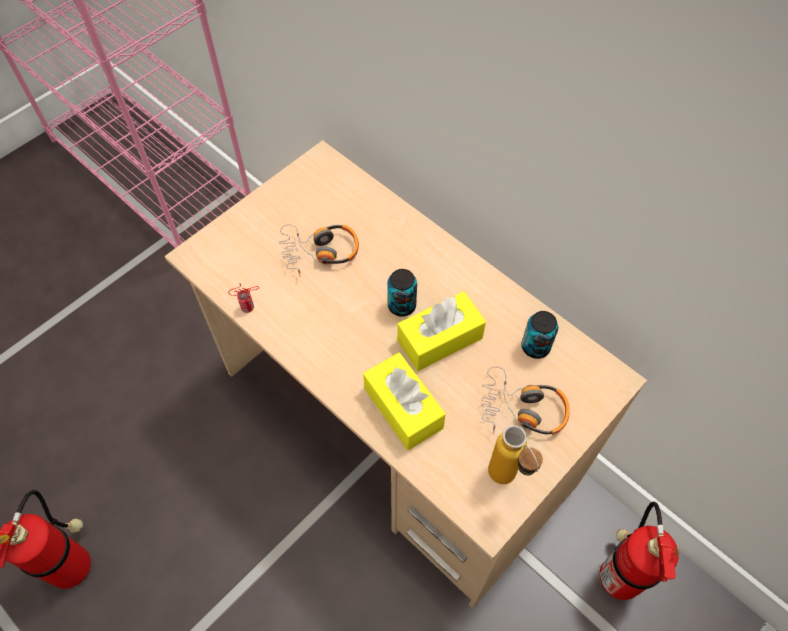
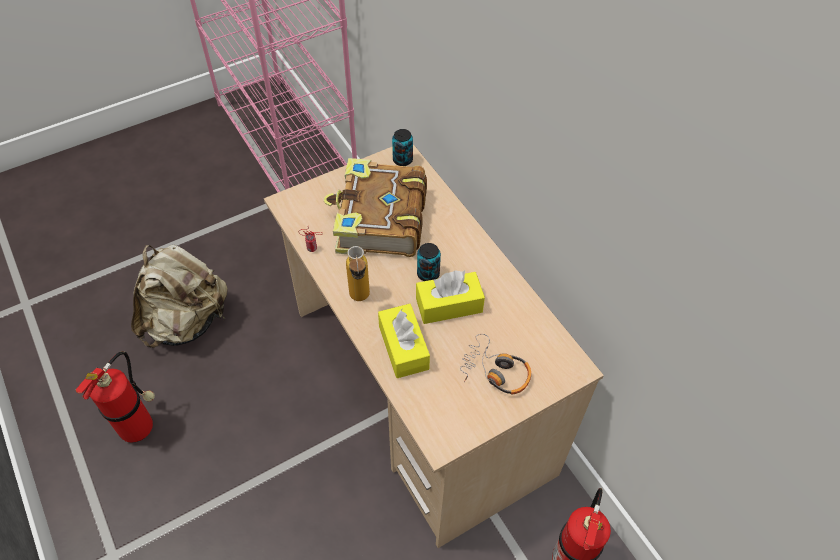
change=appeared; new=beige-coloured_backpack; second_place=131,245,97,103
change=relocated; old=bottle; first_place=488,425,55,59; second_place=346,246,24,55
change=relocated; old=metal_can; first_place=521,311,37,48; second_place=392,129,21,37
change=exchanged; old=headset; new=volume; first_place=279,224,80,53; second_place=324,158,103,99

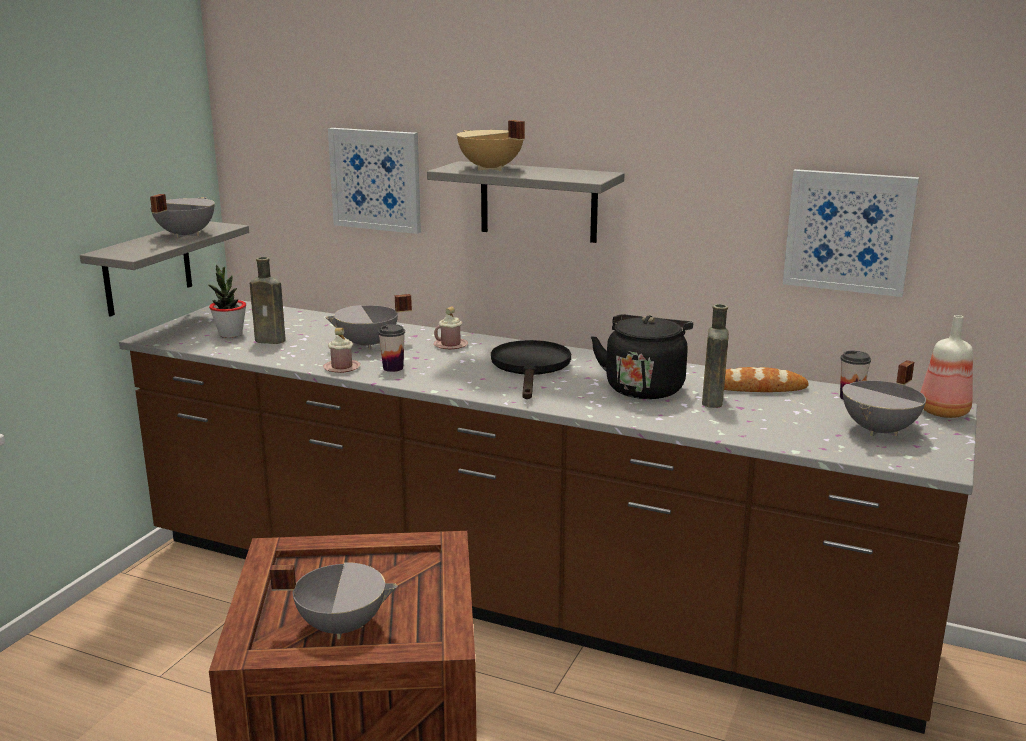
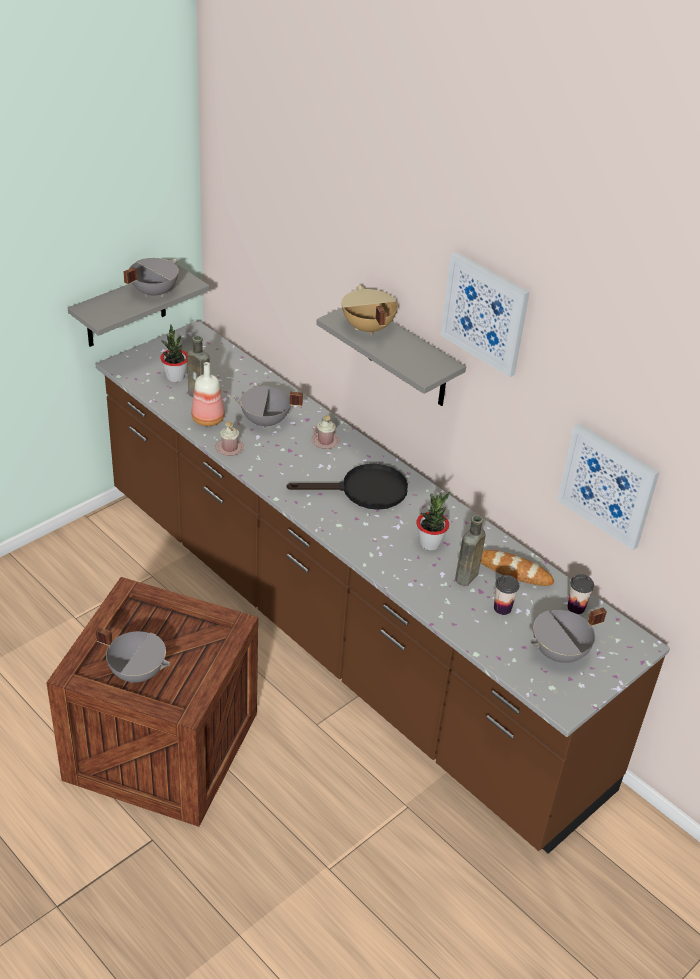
change=relocated; old=wall_picture; first_place=328,128,93,106; second_place=440,252,90,125
change=relocated; old=small_cup; first_place=378,324,27,48; second_place=494,575,25,40
change=relocated; old=bottle; first_place=921,315,52,103; second_place=191,362,34,64
change=exchanged; old=blackish_tea_kettle; new=plant_in_a_pot; first_place=591,314,102,85; second_place=416,491,34,59
change=spun; old=blackish_frying_pan; first_place=491,340,80,59; second_place=286,463,122,47; degrees=60

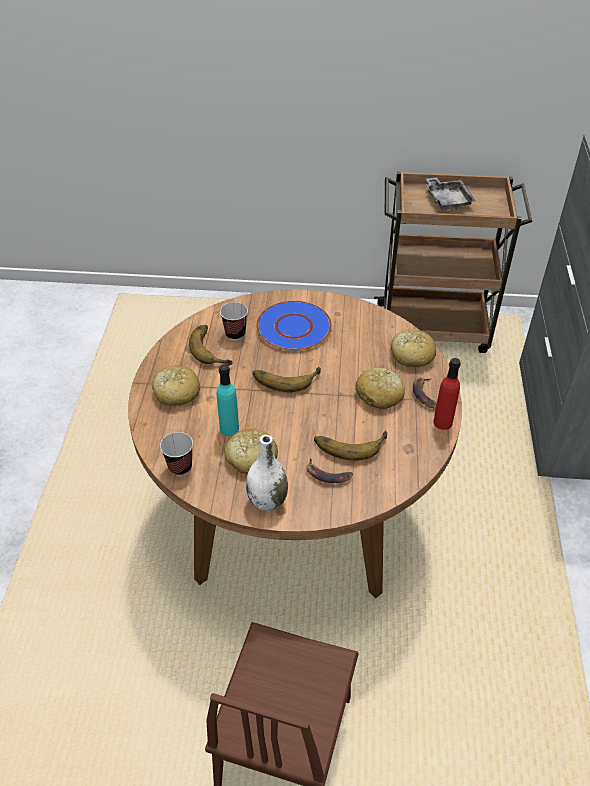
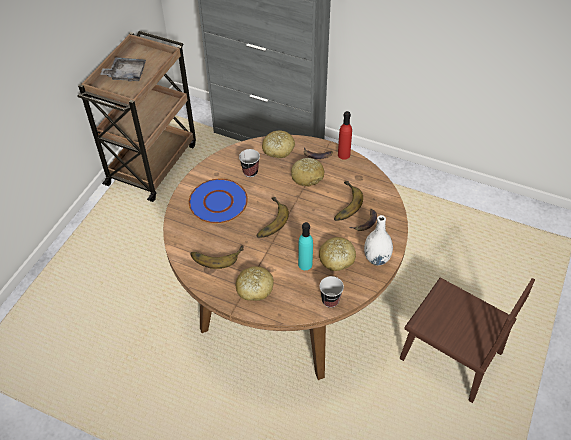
change=relocated; old=small_cup; first_place=220,302,28,38; second_place=239,149,21,28

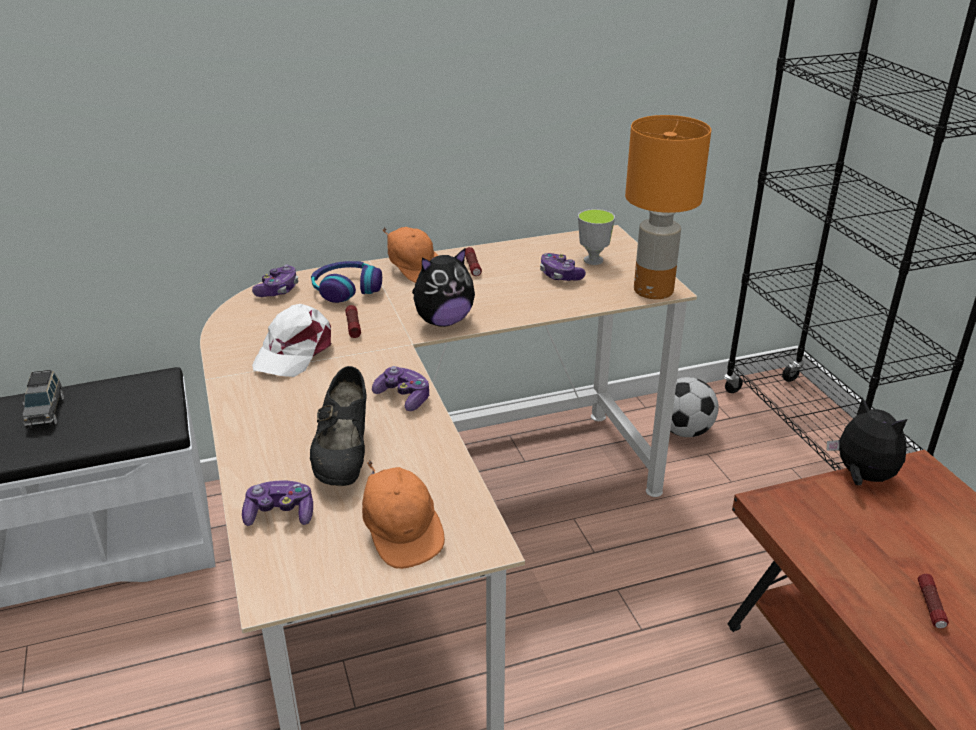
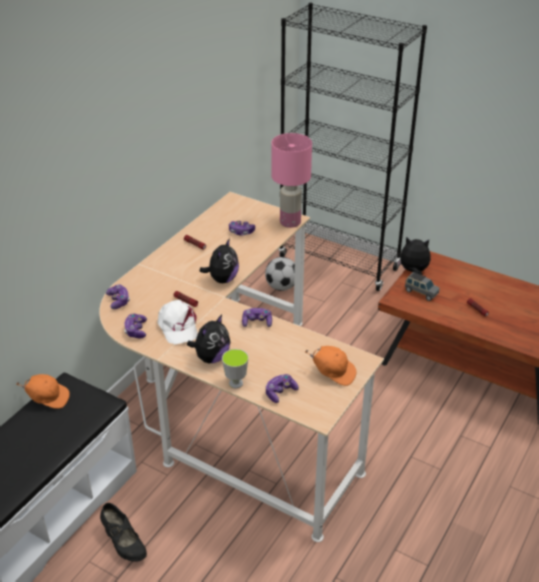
change=missing; old=headset; first_place=311,261,71,42
change=appeared; new=game_controller; second_place=124,314,23,25
change=appeared; new=soft_toy; second_place=187,315,43,48
change=relocated; old=gray_model_car; first_place=22,370,42,59; second_place=405,272,34,29
change=relocated; old=blackish_shoe; first_place=310,366,56,120; second_place=100,503,47,59
change=relocated; old=orange-coloured_peaked_cap; first_place=382,227,56,56; second_place=16,374,54,35
change=relocated; old=small_cup; first_place=578,209,37,56; second_place=222,349,27,39
change=colour; old=orange-coloured_tabletop_lamp; new=pinkish_tabletop_lamp; first_place=625,115,86,184; second_place=271,133,41,95

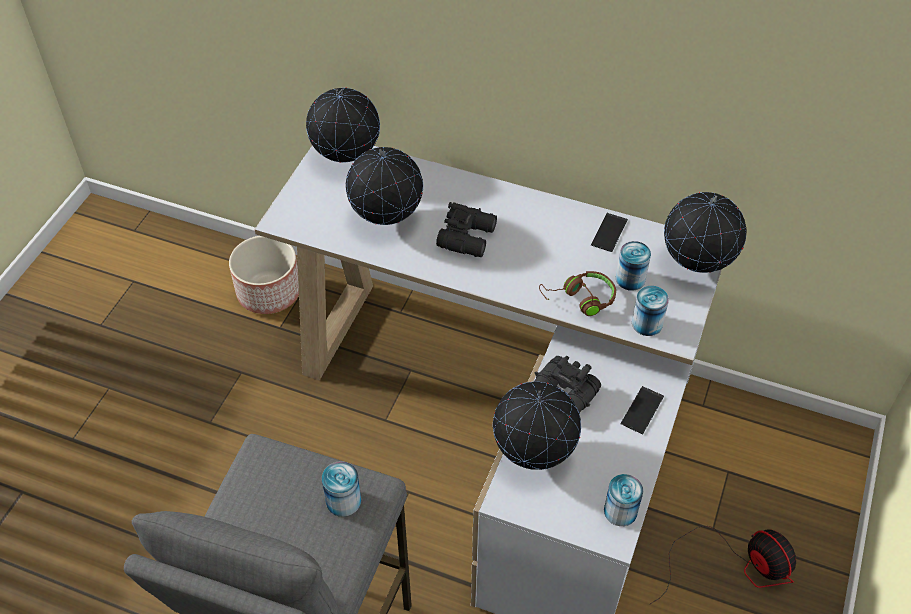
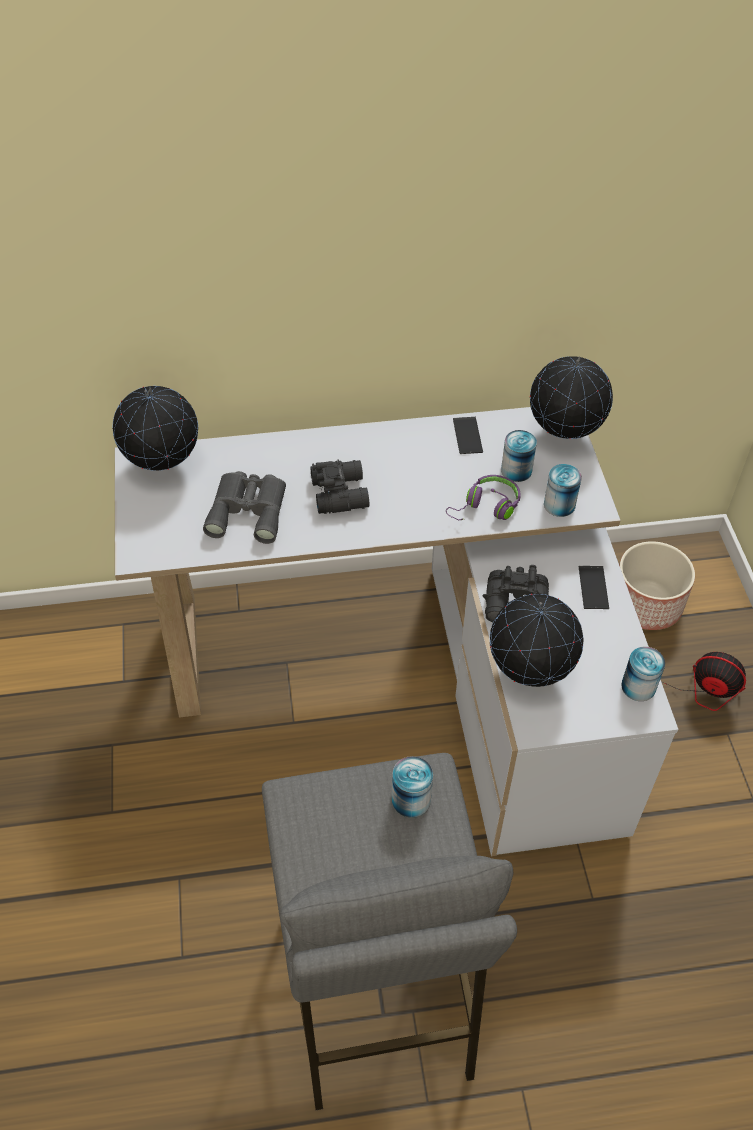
change=relocated; old=planter; first_place=229,236,70,78; second_place=619,541,76,89
change=exchanged; old=world_globe; new=gray_pair_of_binoculars; first_place=346,147,77,78; second_place=203,471,83,73
change=colour; old=brown_headset; new=purple_headset; first_place=539,271,77,45; second_place=446,475,75,45

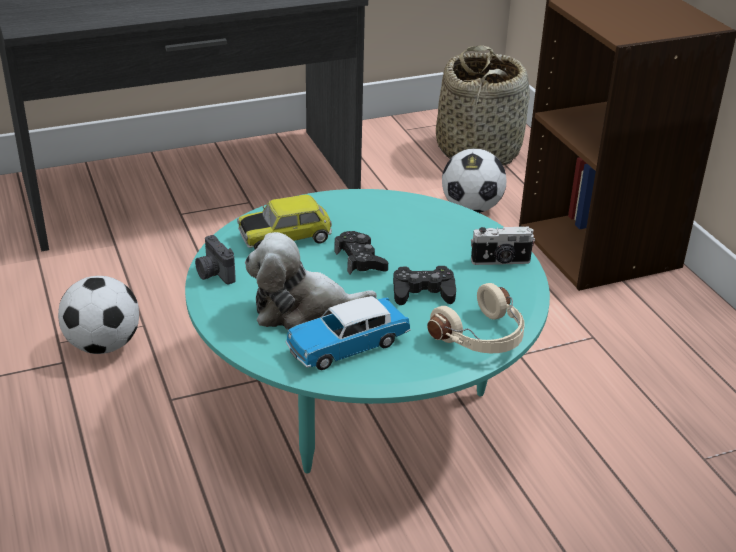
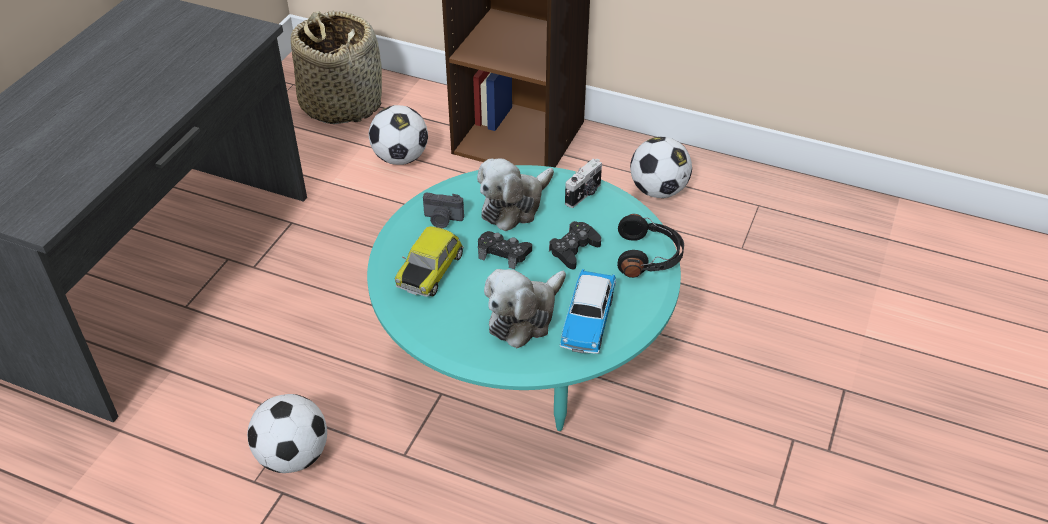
change=appeared; new=soft_toy; second_place=477,158,77,73
change=appeared; new=ball_for_football; second_place=630,137,62,61
change=relocated; old=photo_camera; first_place=195,235,41,49; second_place=423,192,41,36
change=colour; old=beige-coloured_headset; new=blackish_headset; first_place=427,283,98,70; second_place=617,214,67,64

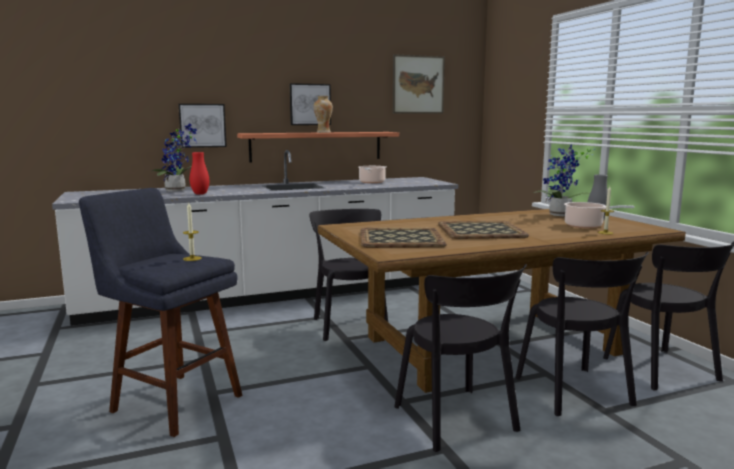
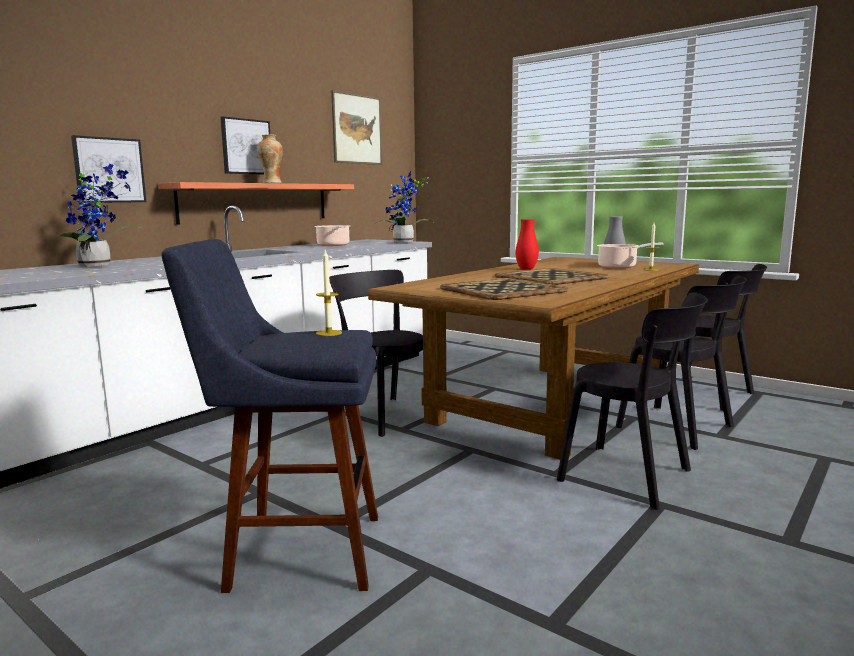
change=relocated; old=reddish_decorative_vase; first_place=190,152,19,43; second_place=515,219,24,51
change=relocated; old=plant_in_a_pot; first_place=533,144,62,72; second_place=375,171,61,71

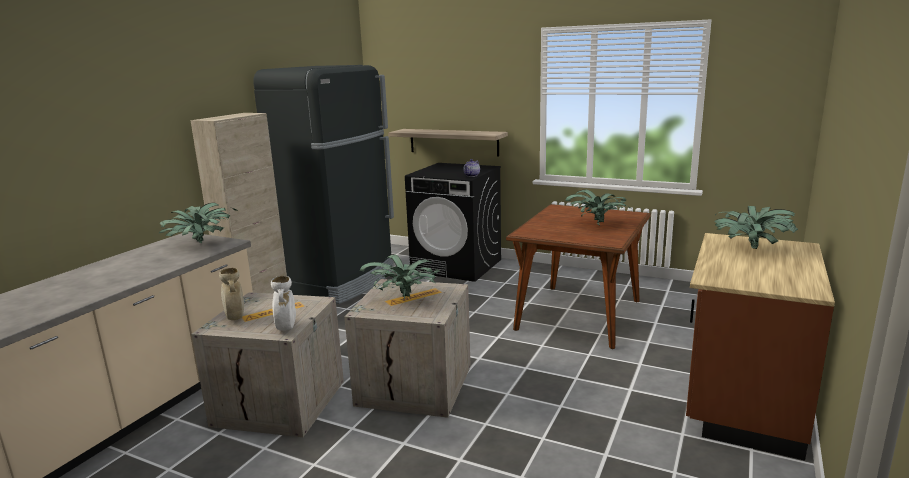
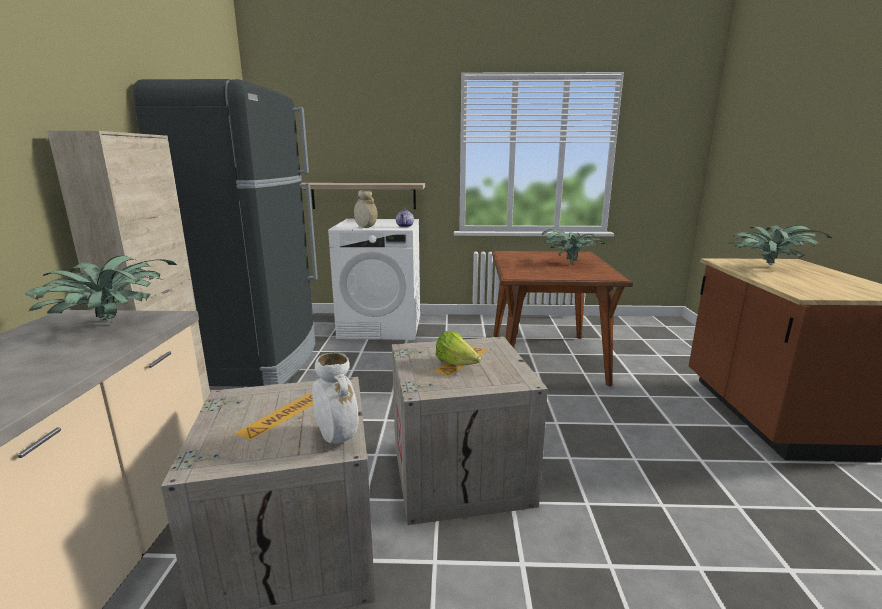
change=relocated; old=beige-coloured_decorative_vase; first_place=219,268,25,52; second_place=354,190,23,38
change=exchanged; old=plant_in_a_pot; new=head_of_lettuce; first_place=360,254,80,45; second_place=435,331,46,35
change=colour; old=blackish_washing_machine; new=whitish_washing_machine; first_place=405,163,96,119; second_place=328,219,92,121

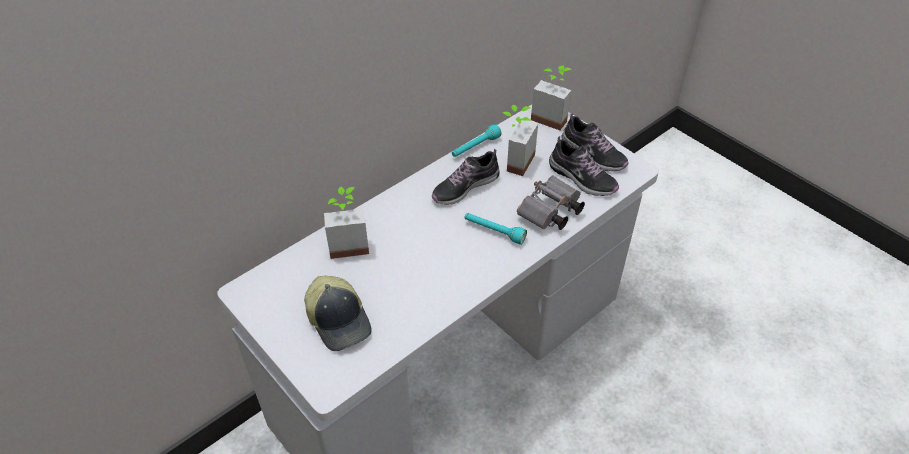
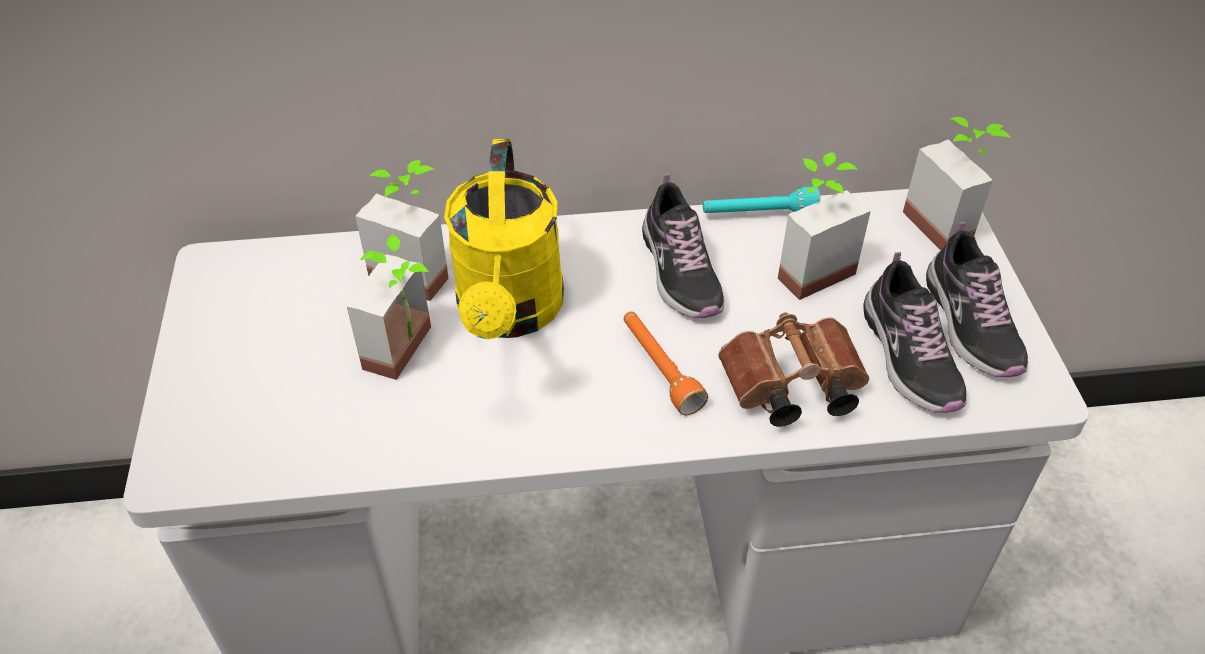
change=missing; old=peaked_cap; first_place=304,276,68,75
change=appeared; new=plant_in_a_pot; second_place=347,235,84,145
change=appeared; new=yellow_sprinkling_can; second_place=444,139,120,200
change=colour; old=turquoise_hand_torch; new=orange-coloured_hand_torch; first_place=465,213,62,32; second_place=624,311,84,104
change=colour; old=gray_pair_of_binoculars; new=brown_pair_of_binoculars; first_place=517,175,68,55; second_place=718,312,151,115
change=spun; old=shoe; first_place=432,149,68,56; second_place=642,174,82,144; degrees=-105

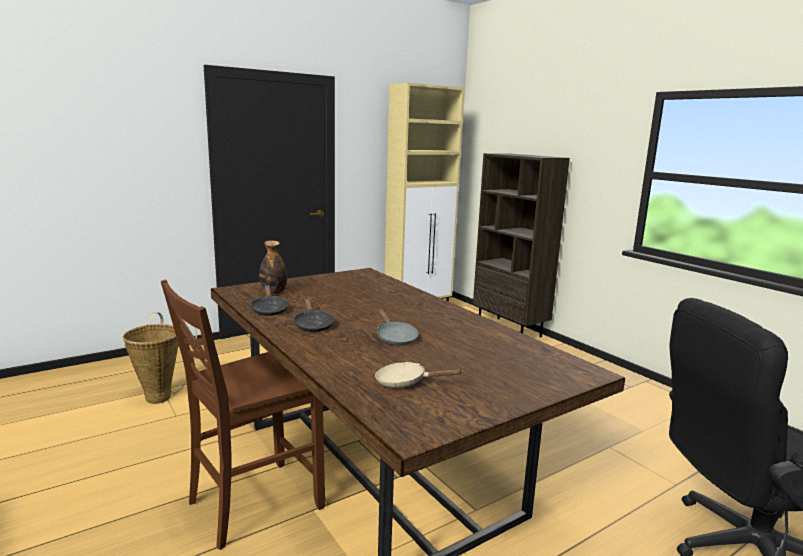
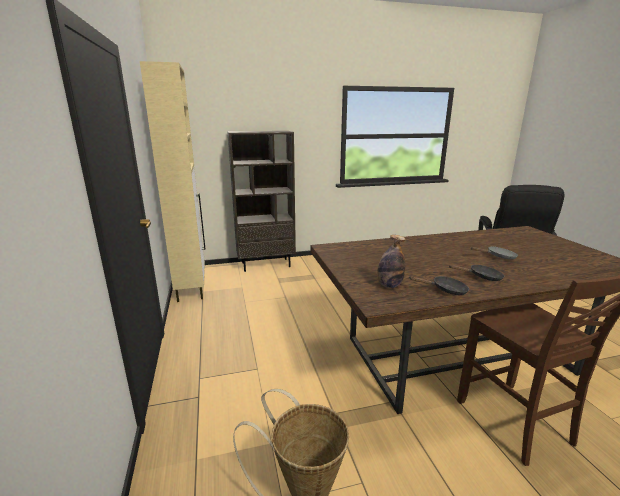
change=missing; old=beige-coloured_frying_pan; first_place=375,362,88,26

